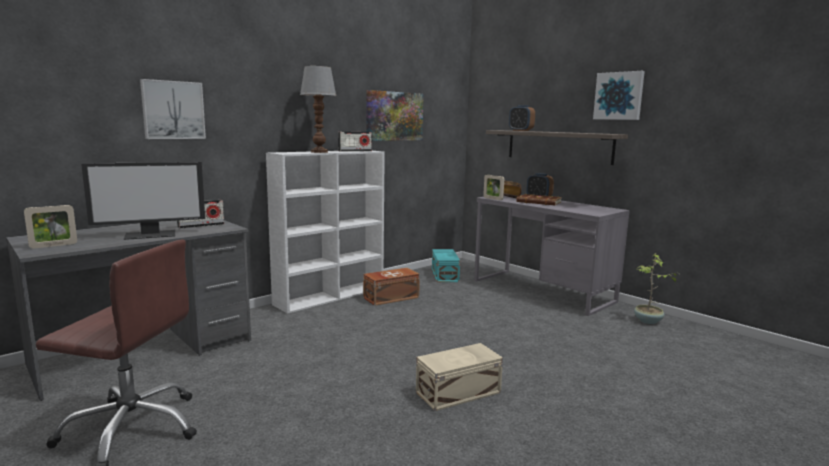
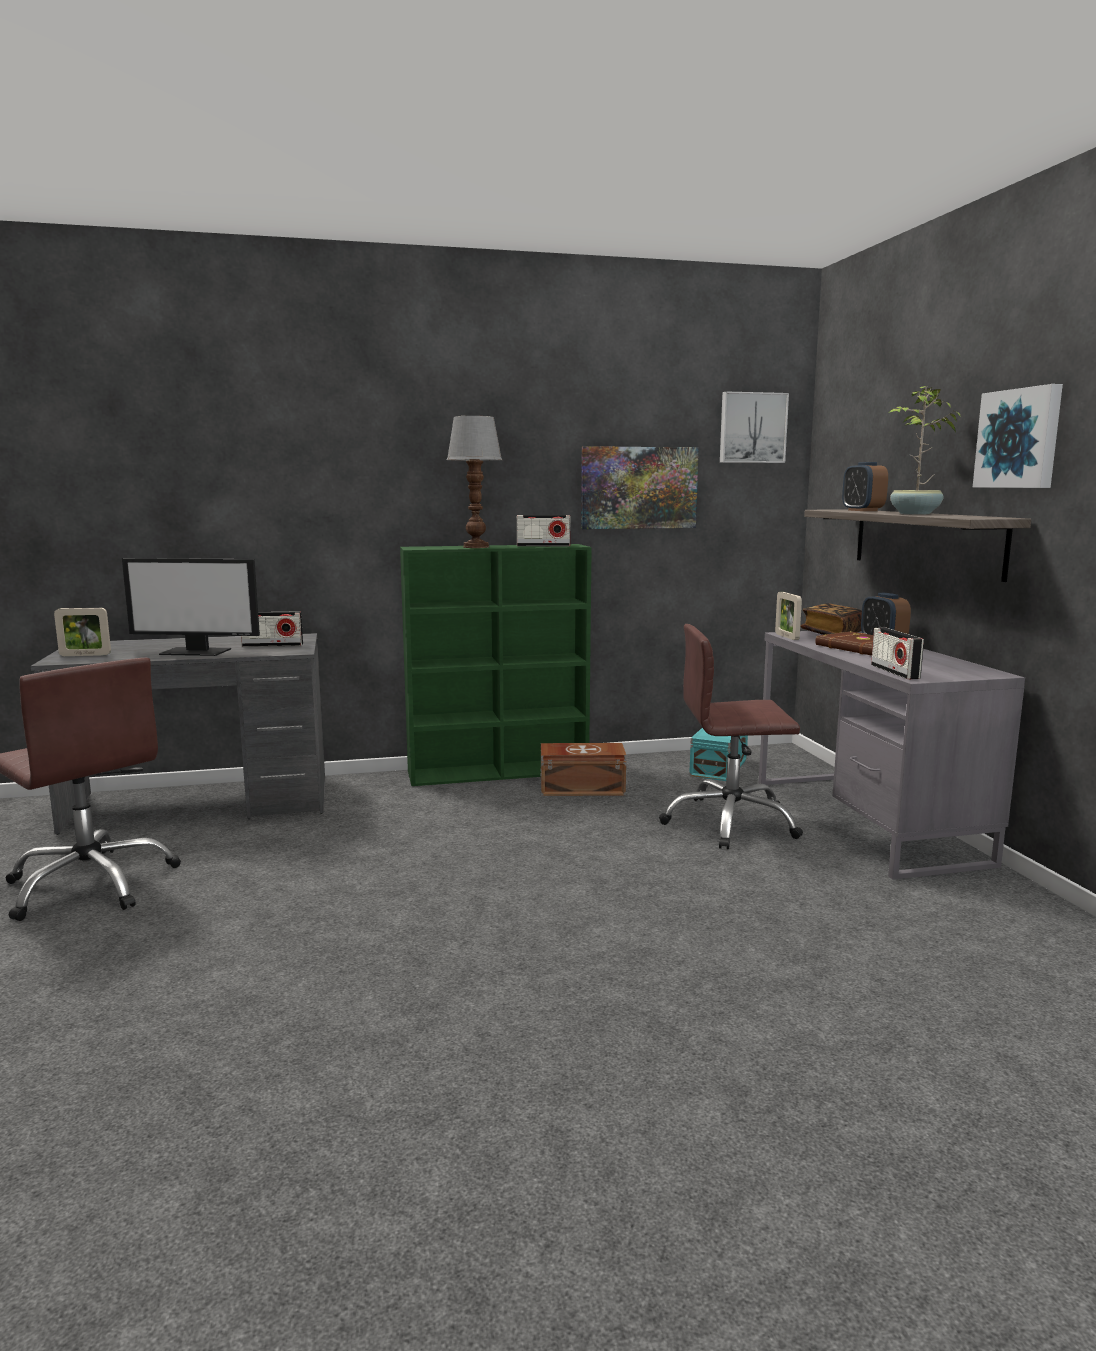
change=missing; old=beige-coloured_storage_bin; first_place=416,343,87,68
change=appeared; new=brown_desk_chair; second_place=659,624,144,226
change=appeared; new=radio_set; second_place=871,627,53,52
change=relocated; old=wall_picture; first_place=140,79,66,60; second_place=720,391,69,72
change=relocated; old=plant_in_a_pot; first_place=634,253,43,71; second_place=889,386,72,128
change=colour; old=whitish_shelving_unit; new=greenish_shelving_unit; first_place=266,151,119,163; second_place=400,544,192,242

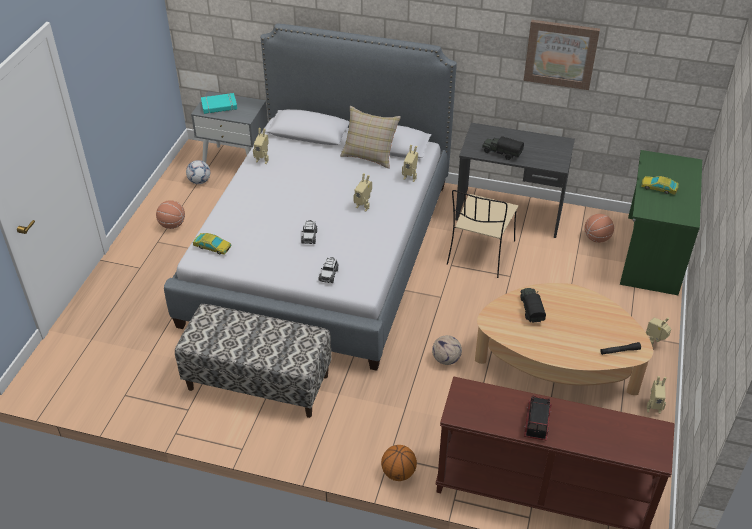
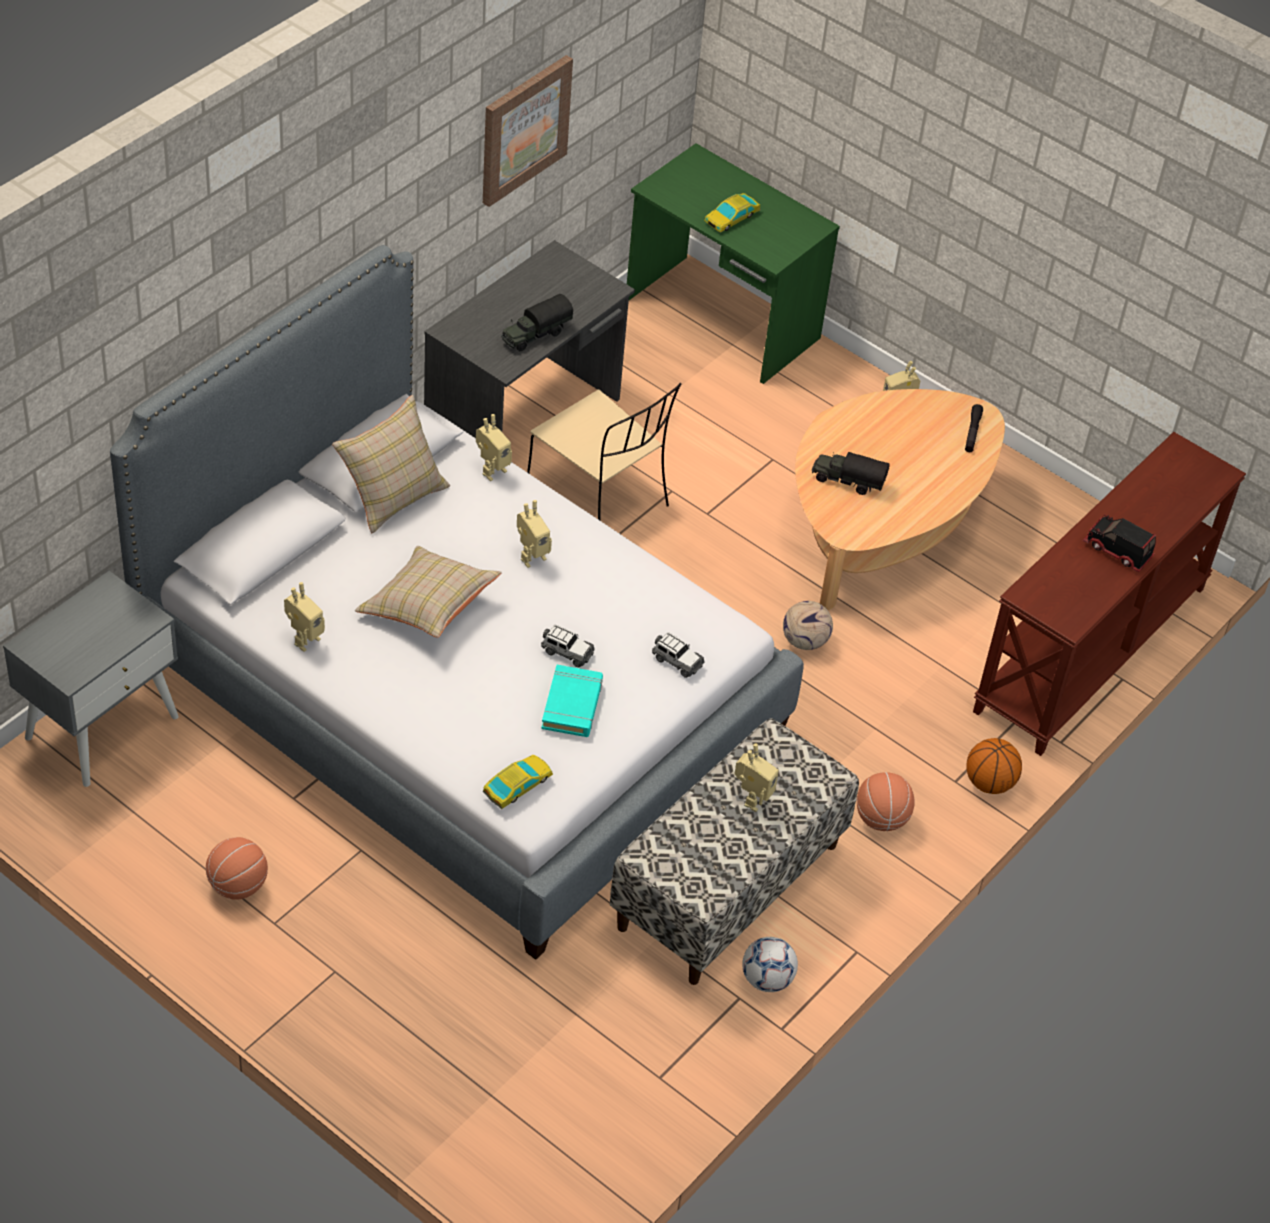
change=appeared; new=beige-coloured_pillow; second_place=355,546,147,92
change=relocated; old=ball_for_football; first_place=186,160,24,24; second_place=742,937,56,55
change=relocated; old=turquoise_volume; first_place=201,93,36,21; second_place=541,665,62,72
change=relocated; old=ball_for_basketball; first_place=584,214,30,29; second_place=857,772,58,59
change=relocated; old=toy_robot; first_place=647,376,19,38; second_place=735,743,44,69

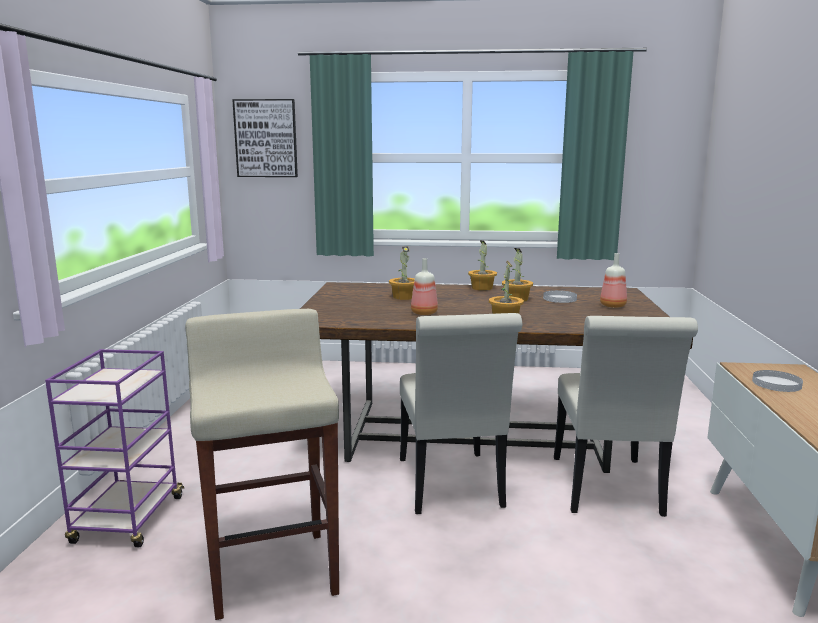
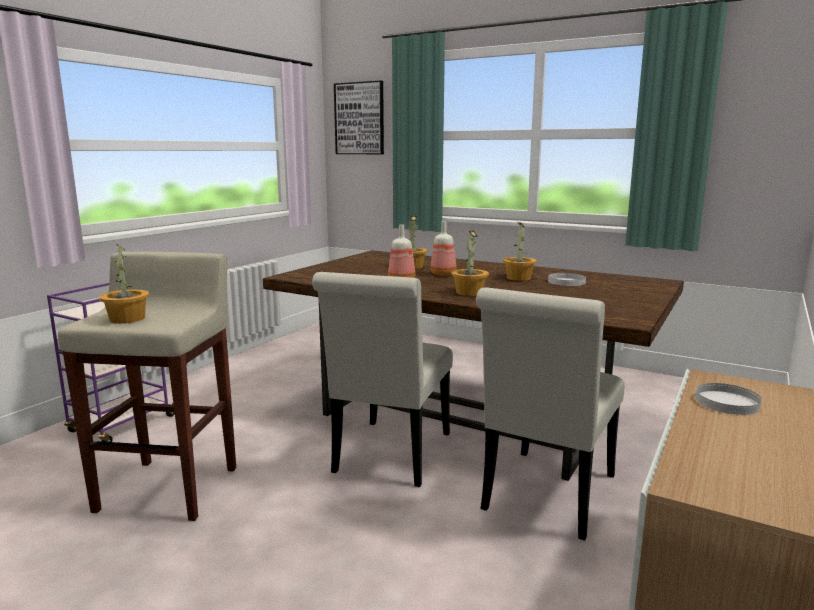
change=relocated; old=plant_in_a_pot; first_place=468,240,29,51; second_place=99,244,51,80
change=relocated; old=bottle; first_place=600,253,27,55; second_place=430,221,26,55

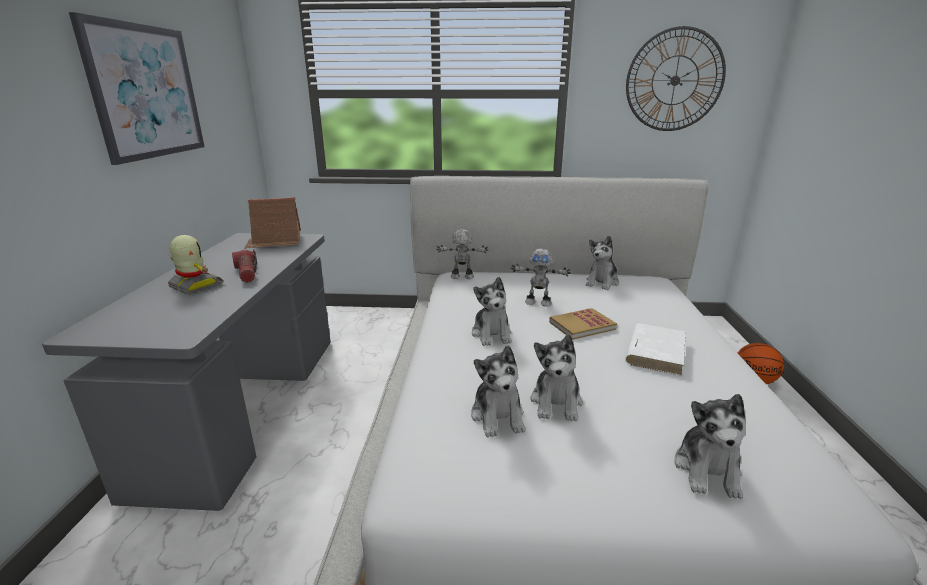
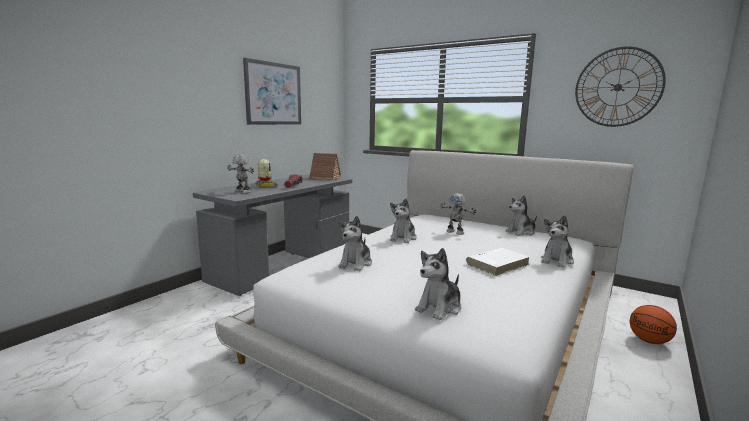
change=missing; old=volume; first_place=549,308,68,32
change=relocated; old=toy_robot; first_place=436,230,52,49; second_place=228,154,26,39
change=relocated; old=soft_toy; first_place=531,334,52,87; second_place=541,215,33,53

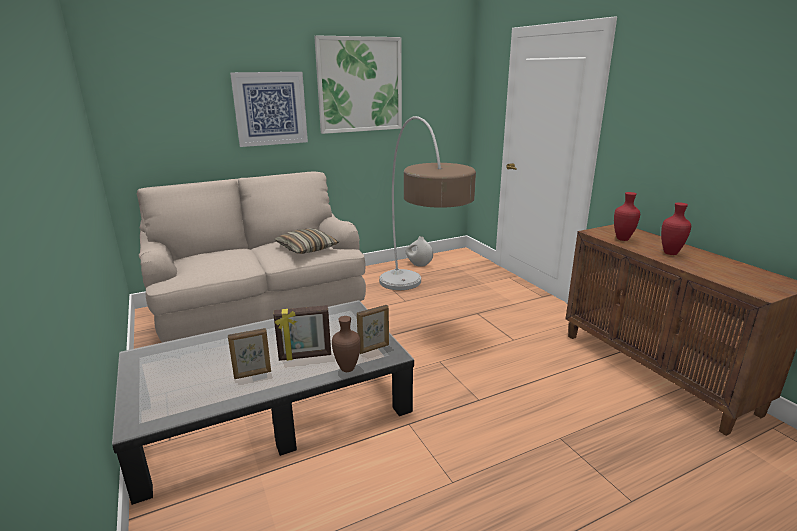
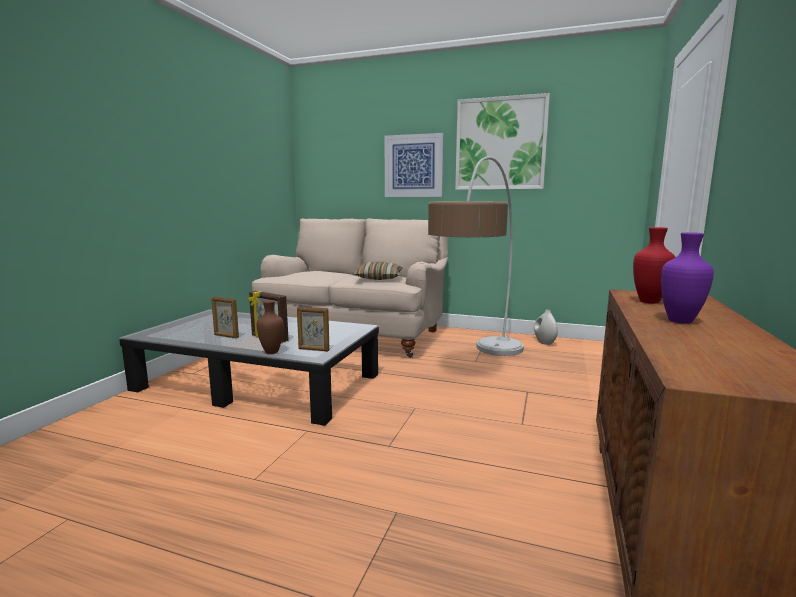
change=colour; old=reddish_decorative_vase; new=purple_decorative_vase; first_place=661,202,30,53; second_place=661,232,53,92

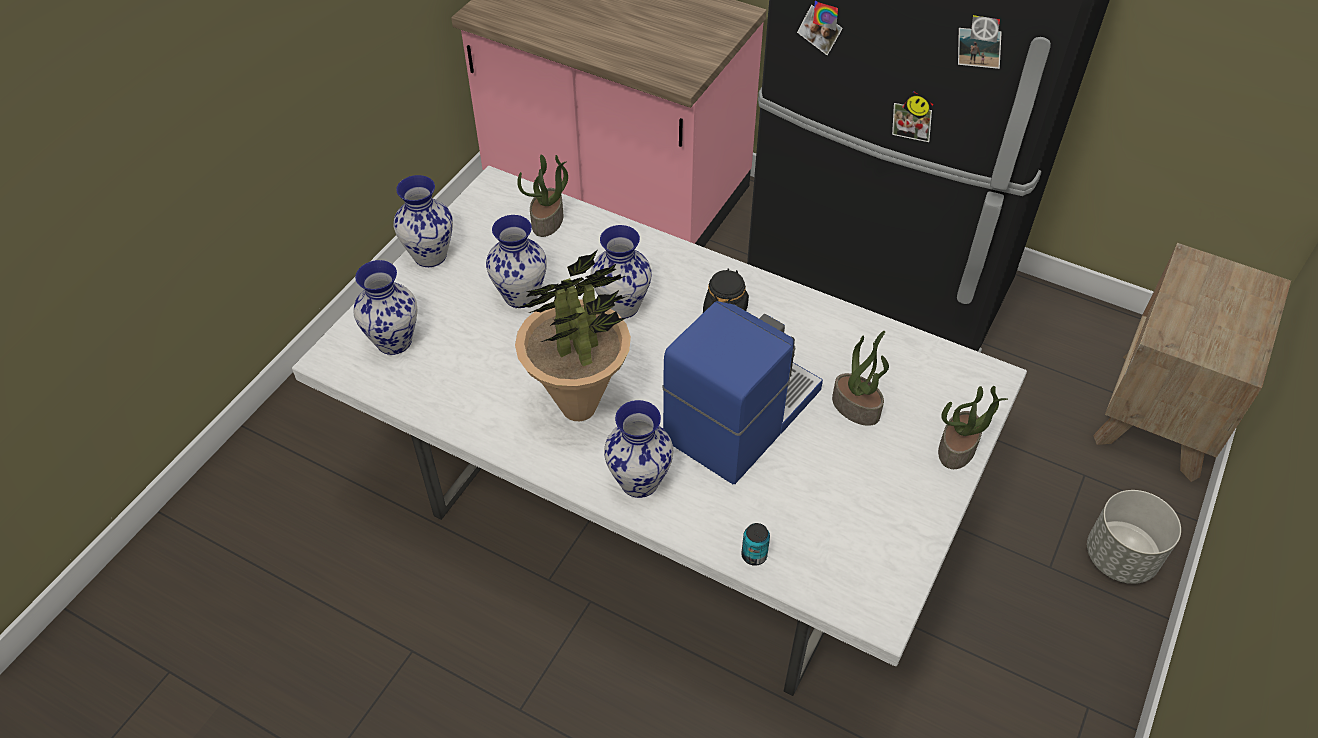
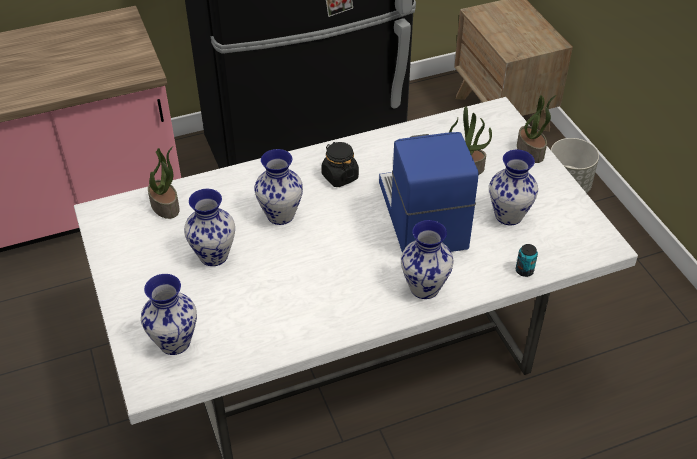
change=missing; old=plant_in_a_pot; first_place=515,250,116,171
change=relocated; old=decorative_vase; first_place=393,175,60,92; second_place=489,149,49,76

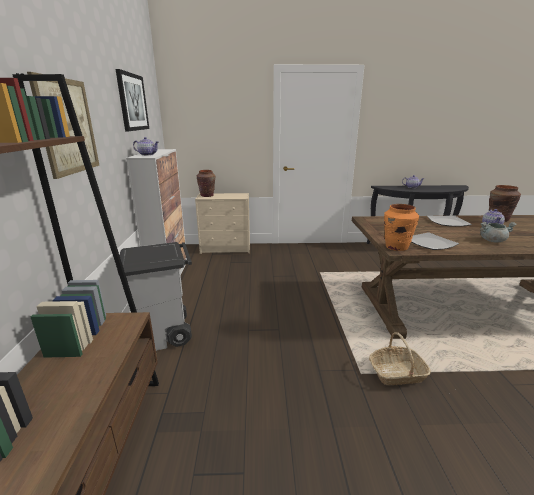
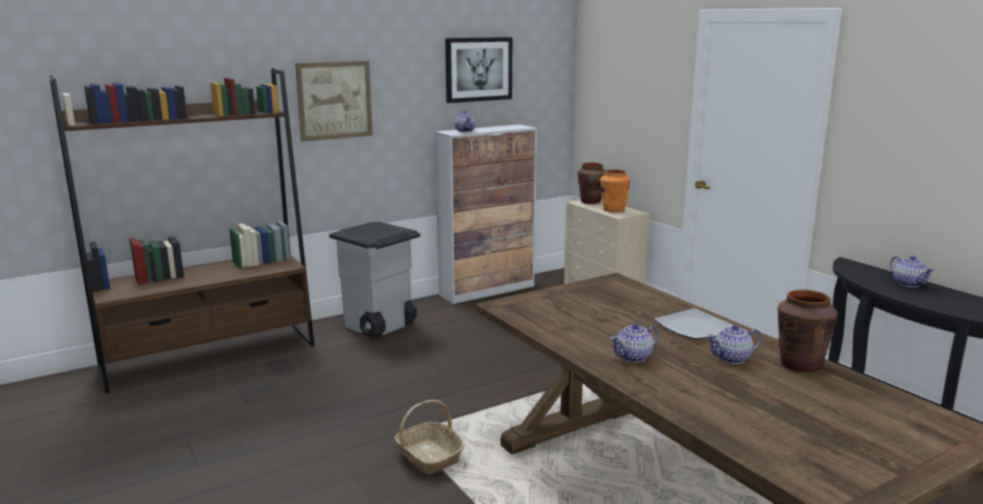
change=missing; old=plate; first_place=411,232,48,18
change=relocated; old=orange-coloured_decorative_vase; first_place=384,204,35,47; second_place=600,169,30,44
change=exchanged; old=gray_saucepot; new=teapot; first_place=480,222,37,20; second_place=610,323,49,40

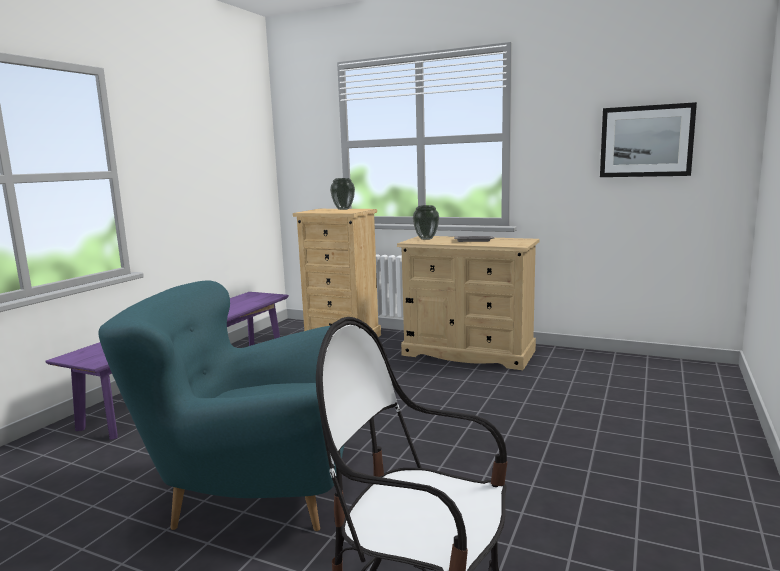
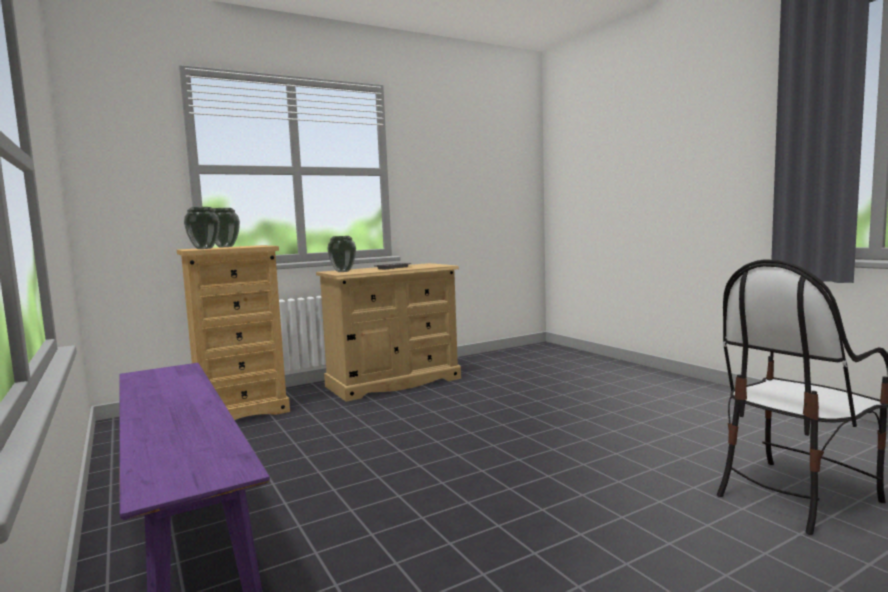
change=missing; old=turquoise_easy_chair; first_place=99,280,246,251
change=missing; old=wall_picture; first_place=600,102,97,75
change=appeared; new=decorative_vase; second_place=184,207,36,42

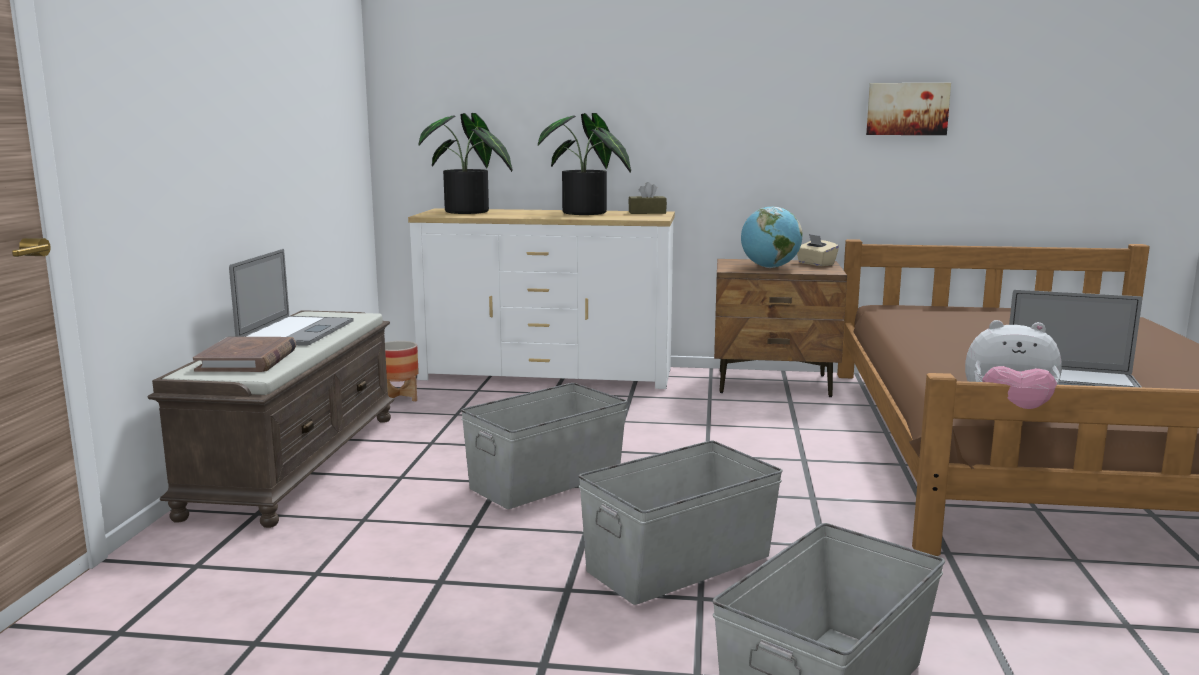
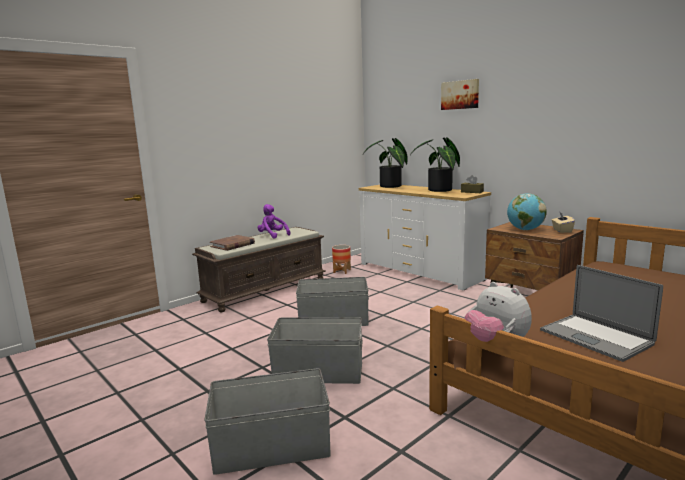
change=relocated; old=wall_picture; first_place=866,83,85,52; second_place=441,79,38,31
change=exchanged; old=laptop; new=purple_soft_toy; first_place=229,249,125,97; second_place=258,204,32,34

